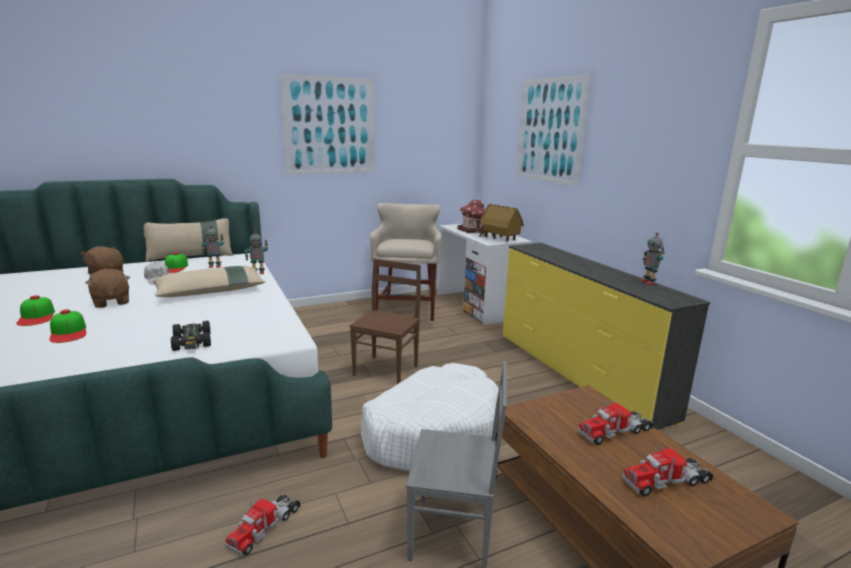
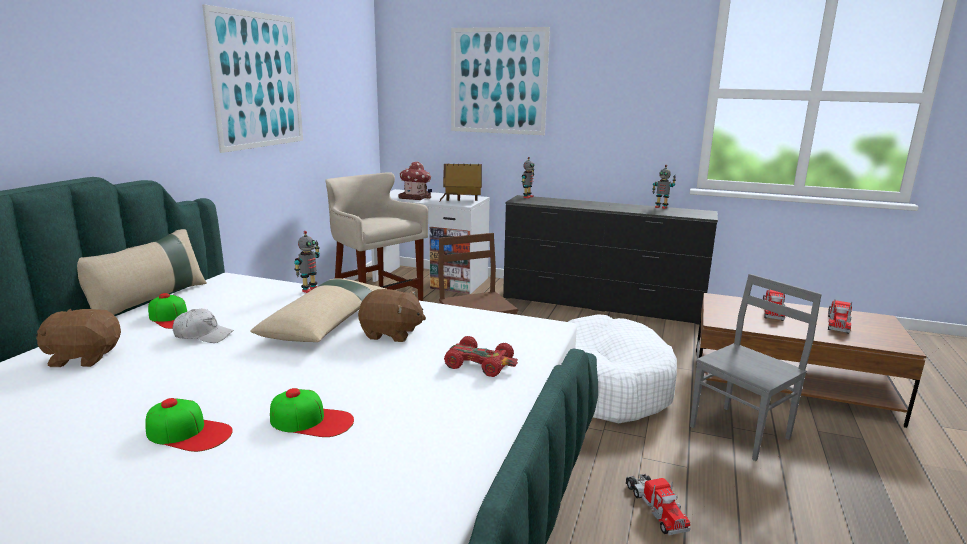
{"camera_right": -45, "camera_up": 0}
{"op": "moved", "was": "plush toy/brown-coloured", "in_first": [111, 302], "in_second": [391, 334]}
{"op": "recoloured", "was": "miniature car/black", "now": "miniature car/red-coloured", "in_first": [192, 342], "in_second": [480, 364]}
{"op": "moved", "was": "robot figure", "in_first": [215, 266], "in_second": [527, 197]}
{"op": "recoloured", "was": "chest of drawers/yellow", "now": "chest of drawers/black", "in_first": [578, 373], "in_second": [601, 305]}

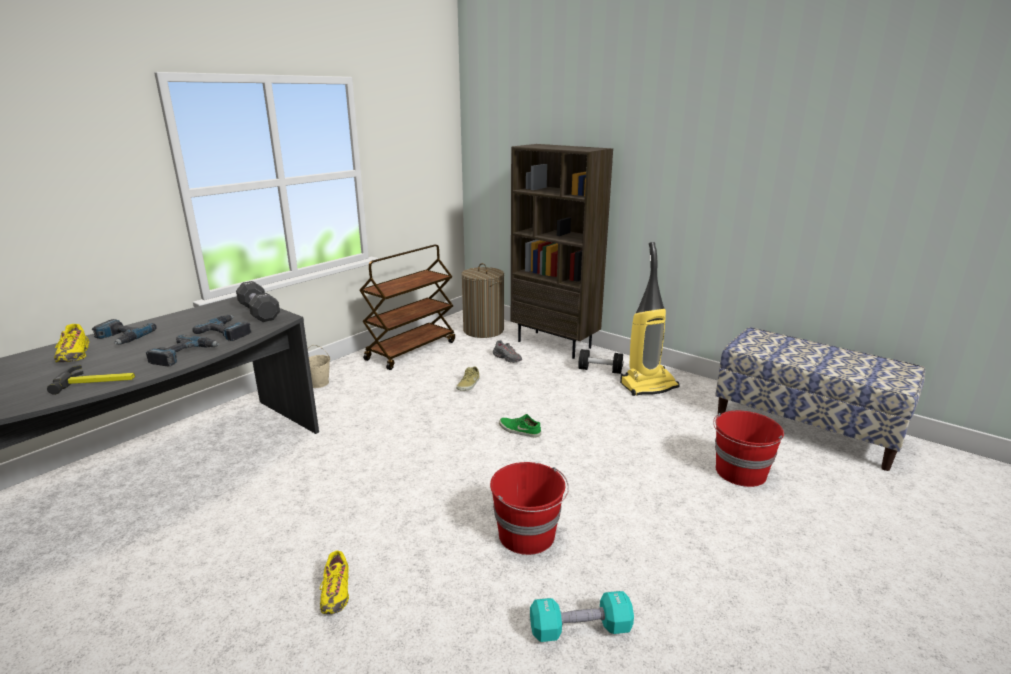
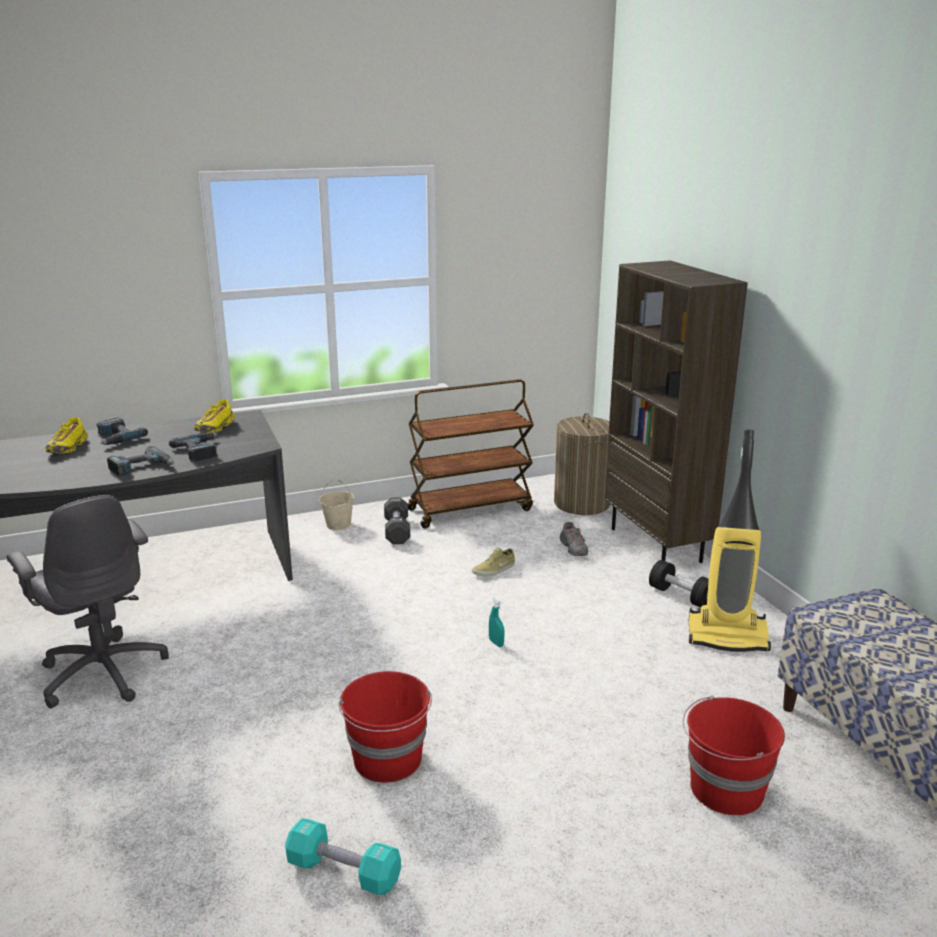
{"camera_right": 30, "camera_up": 0}
{"op": "removed", "was": "hammer", "in_first": [98, 382]}
{"op": "moved", "was": "hand weight/black", "in_first": [259, 312], "in_second": [397, 531]}
{"op": "moved", "was": "item of footwear/yellow", "in_first": [336, 592], "in_second": [215, 428]}
{"op": "replaced", "was": "item of footwear/green-coloured", "now": "sprayer/turquoise", "in_first": [519, 430], "in_second": [496, 643]}
{"op": "added", "now": "computer chair/grey", "in_second": [103, 672]}

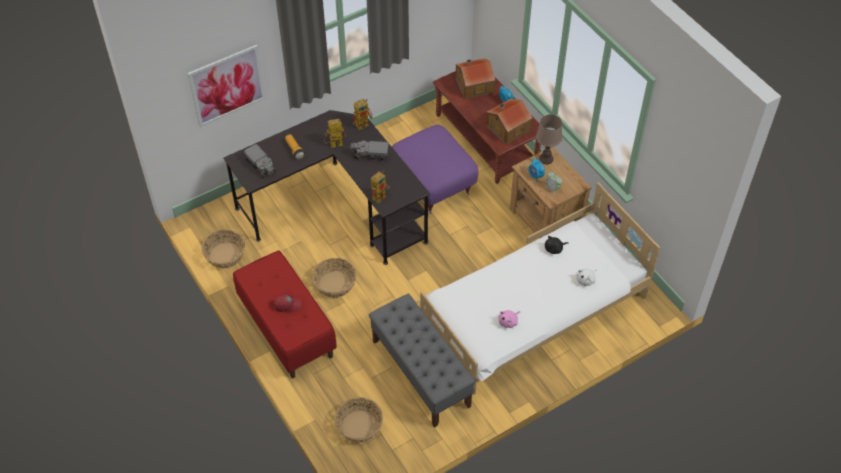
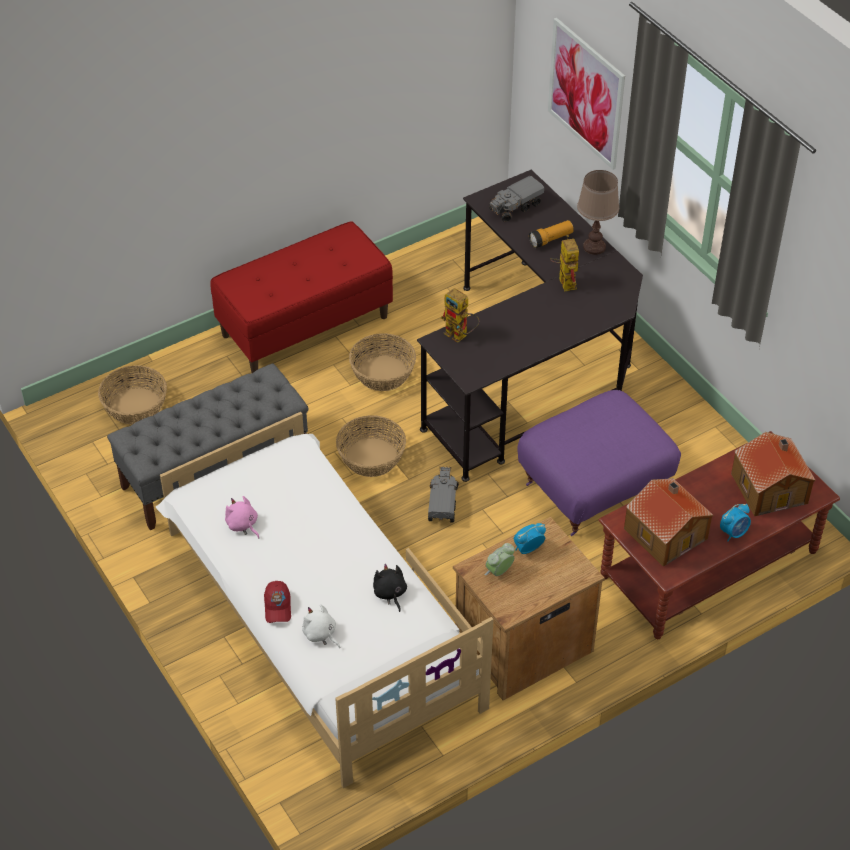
{"camera_right": 90, "camera_up": -5}
{"op": "moved", "was": "storage basket", "in_first": [225, 255], "in_second": [372, 457]}
{"op": "moved", "was": "baseball cap/red-coloured", "in_first": [288, 305], "in_second": [277, 607]}
{"op": "moved", "was": "model truck", "in_first": [370, 155], "in_second": [442, 504]}
{"op": "removed", "was": "robot figure", "in_first": [364, 123]}
{"op": "moved", "was": "tabletop lamp/brown-coloured", "in_first": [546, 159], "in_second": [594, 247]}

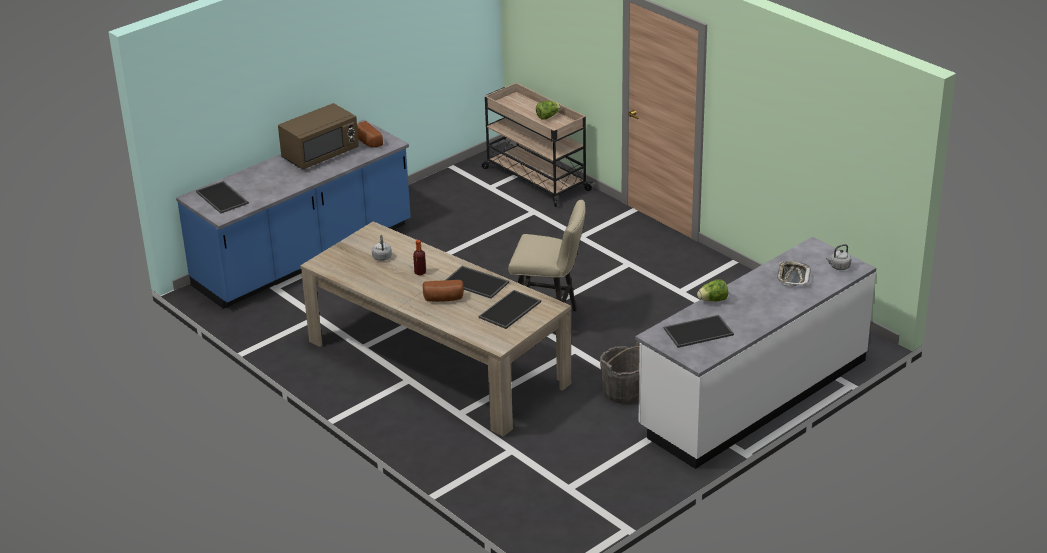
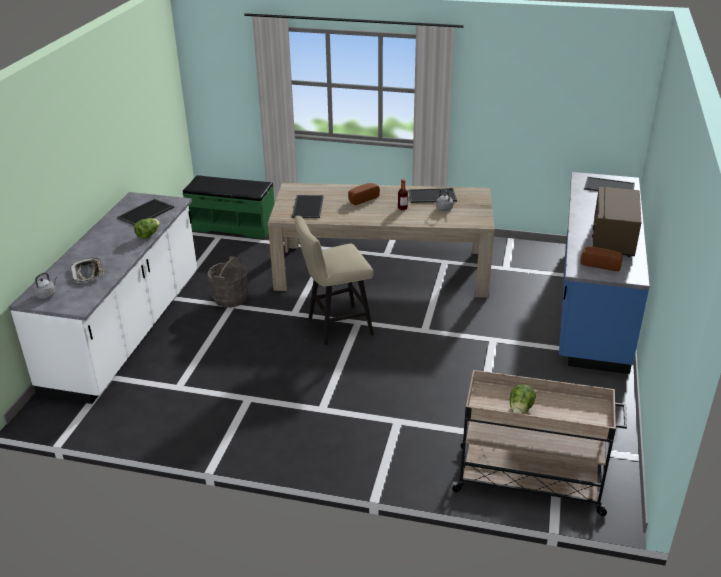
{"camera_right": 145, "camera_up": 0}
{"op": "moved", "was": "carrying tray", "in_first": [477, 282], "in_second": [431, 196]}
{"op": "added", "now": "bench/green-coloured", "in_second": [232, 225]}

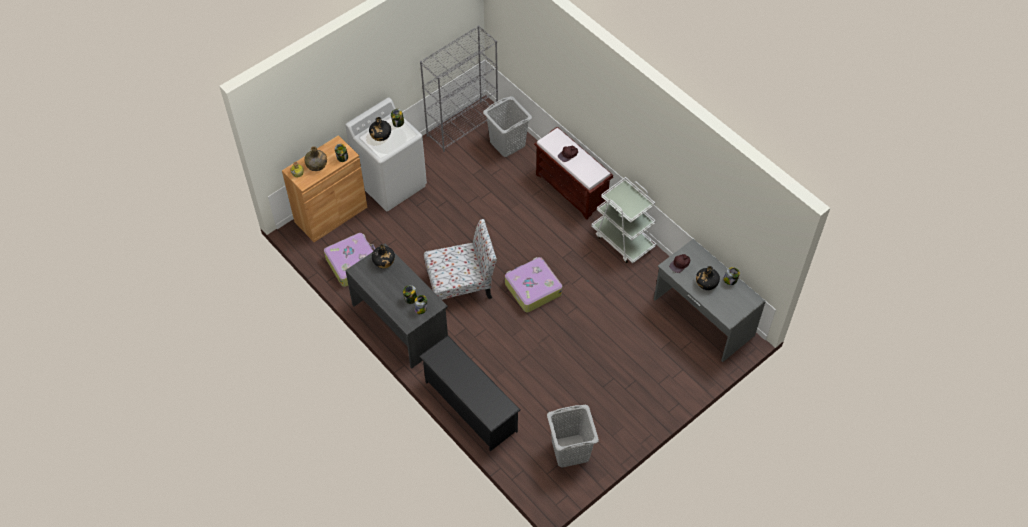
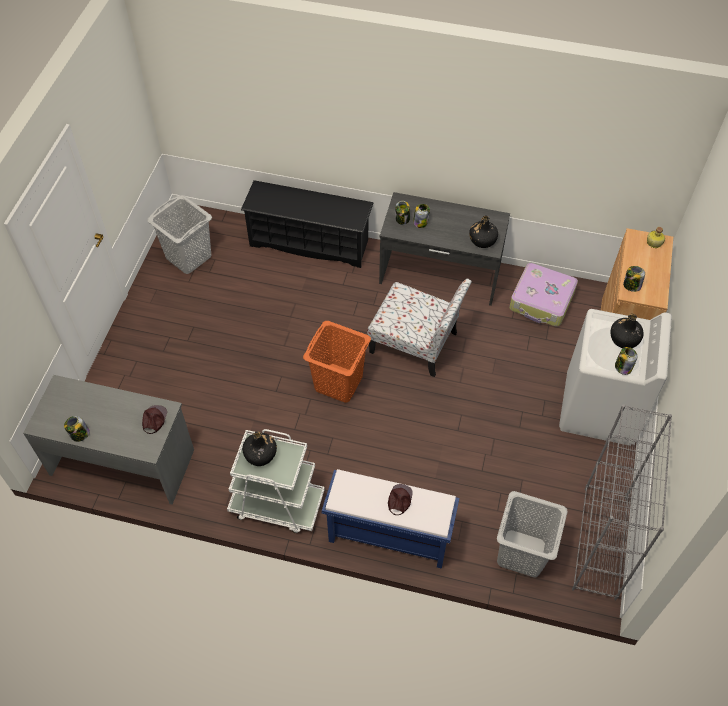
{"camera_right": 145, "camera_up": 0}
{"op": "removed", "was": "beverage bottle/green-coloured", "in_first": [316, 165]}
{"op": "turned", "was": "plain chair", "in_first": [461, 284], "in_second": [415, 343], "clockwise": -105}
{"op": "replaced", "was": "travel case", "now": "hamper/orange-coloured", "in_first": [532, 289], "in_second": [338, 382]}
{"op": "recoloured", "was": "bench/brown-coloured", "now": "bench/bluish", "in_first": [572, 190], "in_second": [388, 536]}
{"op": "moved", "was": "beverage bottle/black", "in_first": [706, 283], "in_second": [261, 454]}

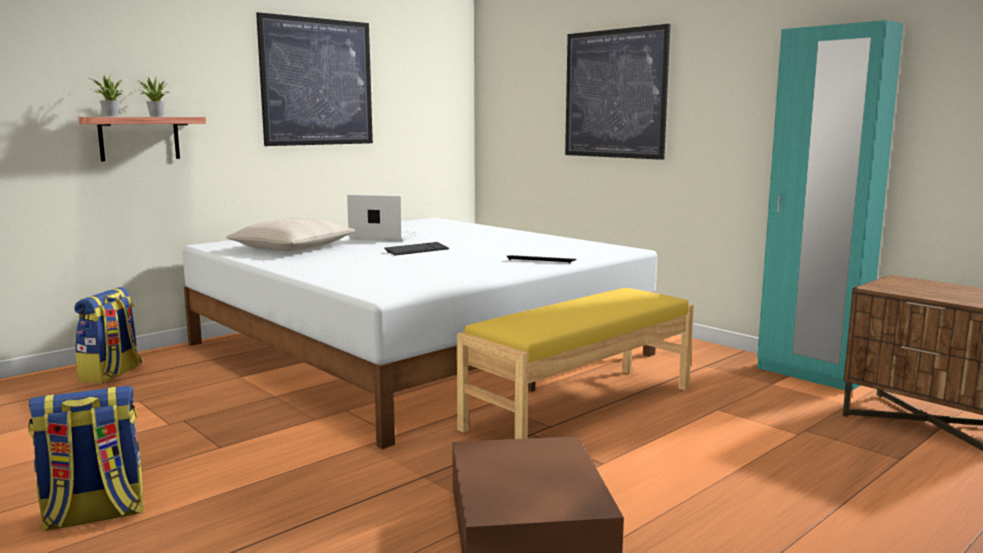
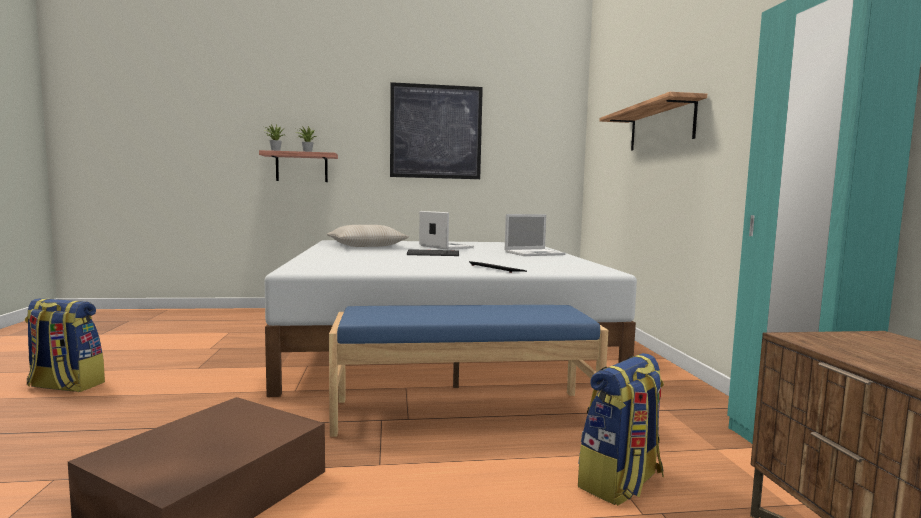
{"camera_right": 35, "camera_up": -5}
{"op": "moved", "was": "knapsack", "in_first": [111, 374], "in_second": [621, 483]}
{"op": "recoloured", "was": "bench/yellow", "now": "bench/bluish", "in_first": [580, 408], "in_second": [464, 411]}
{"op": "replaced", "was": "wall picture", "now": "shelf", "in_first": [615, 94], "in_second": [661, 126]}
{"op": "added", "now": "portable computer", "in_second": [535, 253]}

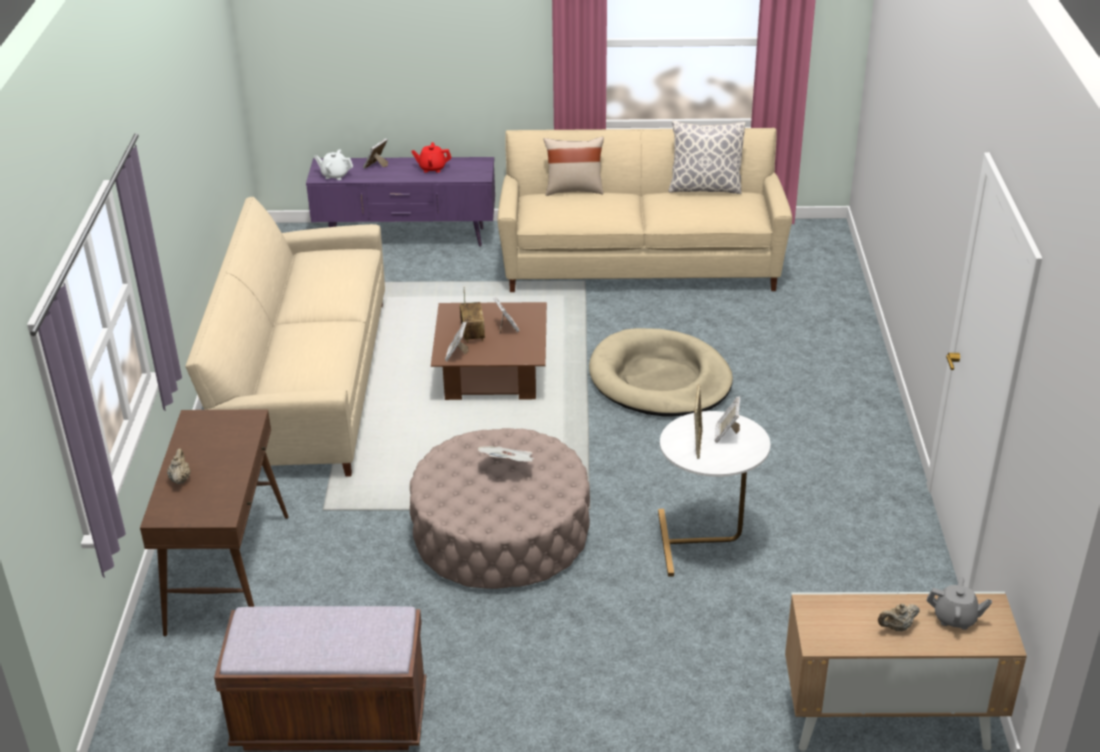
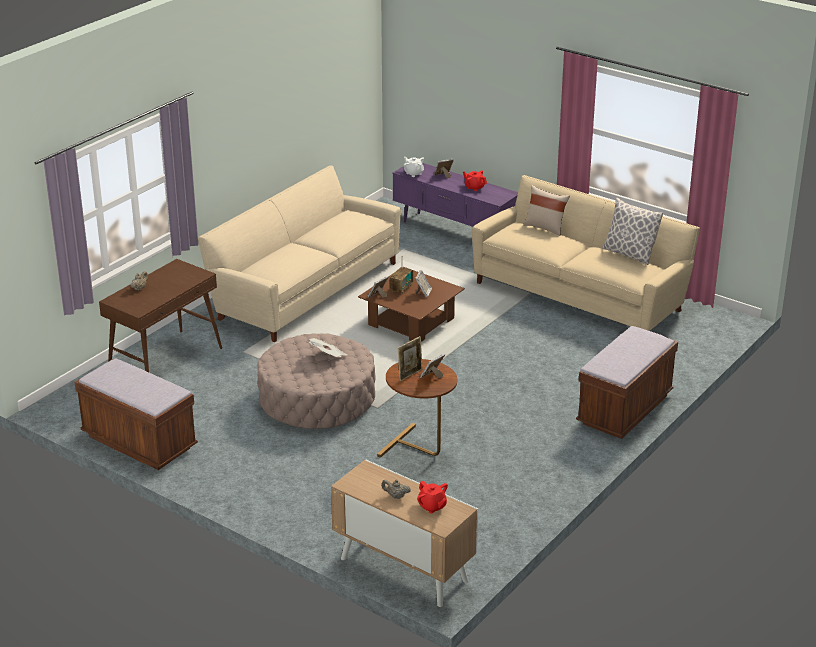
{"camera_right": 35, "camera_up": -5}
{"op": "removed", "was": "pet bed/sand-coloured", "in_first": [660, 379]}
{"op": "recoloured", "was": "side table/white-coloured", "now": "side table/brown-coloured", "in_first": [706, 542], "in_second": [419, 450]}
{"op": "recoloured", "was": "pot for tea/grey", "now": "pot for tea/red-coloured", "in_first": [955, 618], "in_second": [432, 506]}
{"op": "added", "now": "bench/brown-coloured", "in_second": [625, 409]}

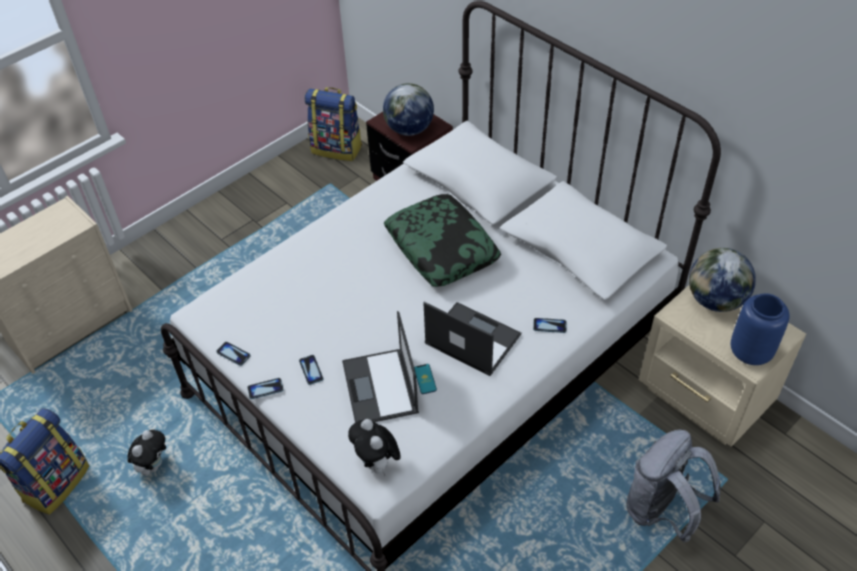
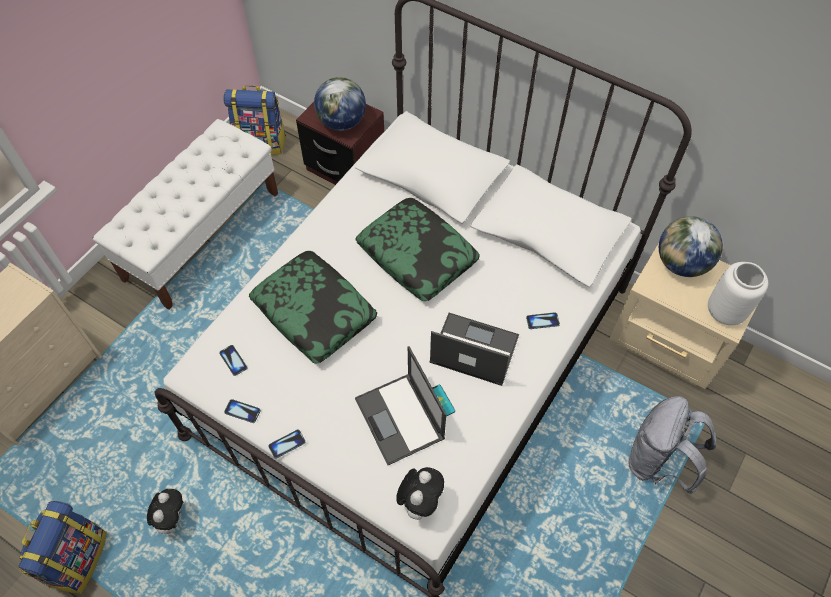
{"camera_right": -15, "camera_up": 10}
{"op": "moved", "was": "phone", "in_first": [311, 370], "in_second": [233, 360]}
{"op": "turned", "was": "plush toy", "in_first": [377, 463], "in_second": [420, 501], "clockwise": -120}
{"op": "recoloured", "was": "flower vase/bluish", "now": "flower vase/white-coloured", "in_first": [751, 353], "in_second": [726, 312]}
{"op": "added", "now": "bench/white-coloured", "in_second": [203, 235]}
{"op": "added", "now": "throw pillow", "in_second": [314, 312]}

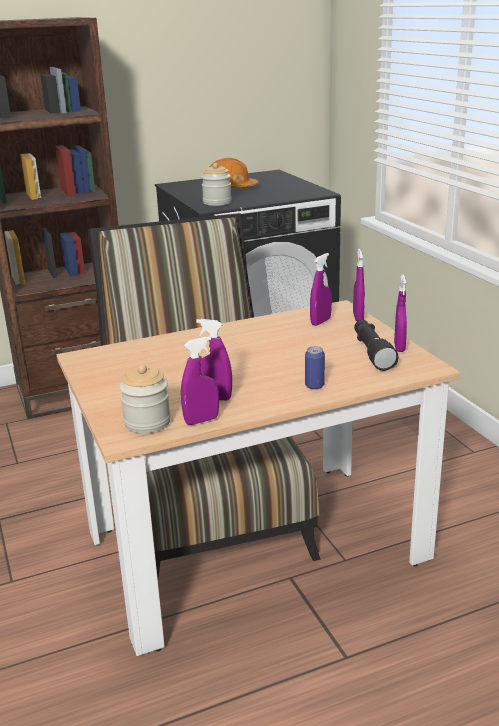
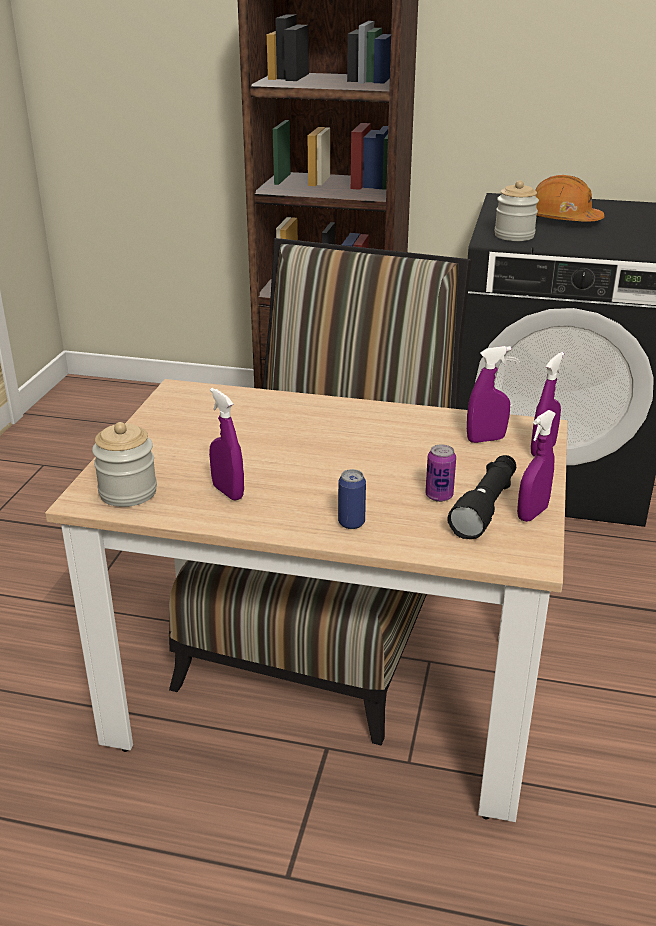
{"camera_right": 35, "camera_up": 5}
{"op": "removed", "was": "sprayer/purple-coloured", "in_first": [201, 420]}
{"op": "added", "now": "can", "in_second": [439, 496]}

